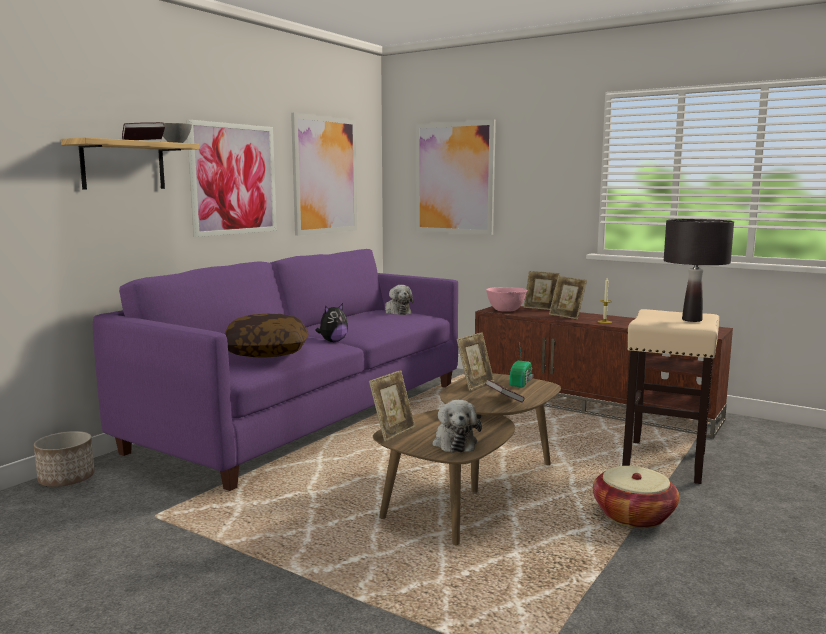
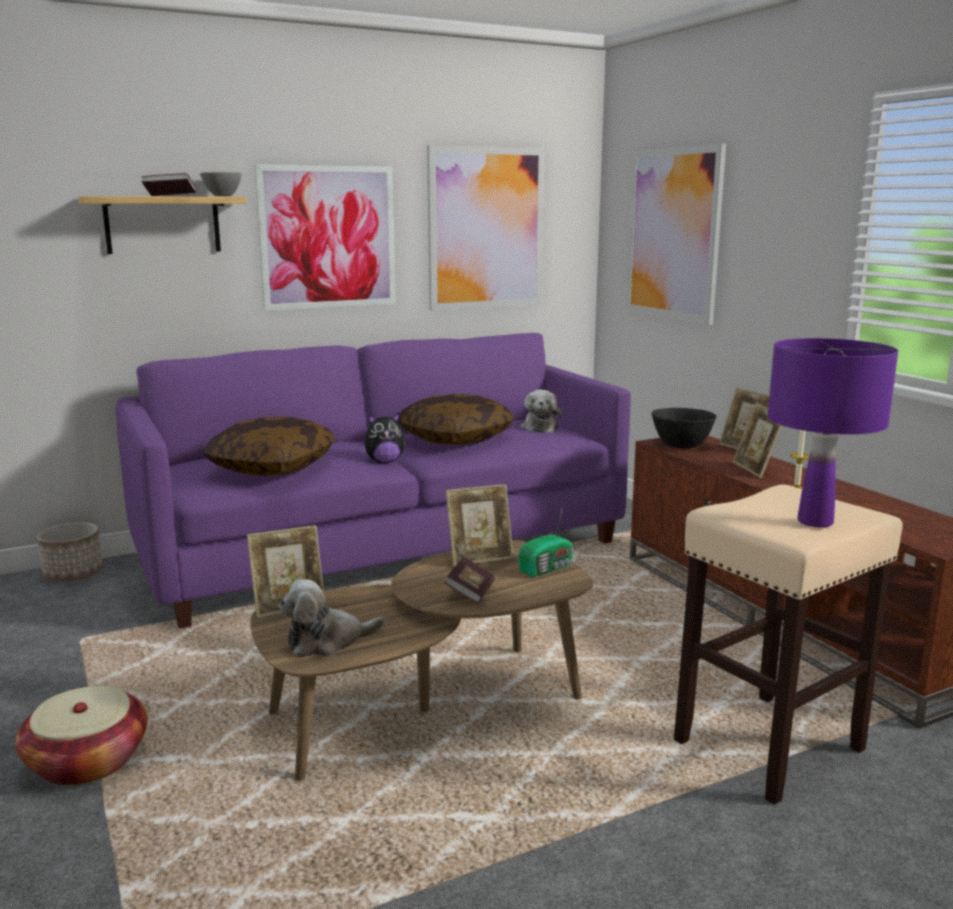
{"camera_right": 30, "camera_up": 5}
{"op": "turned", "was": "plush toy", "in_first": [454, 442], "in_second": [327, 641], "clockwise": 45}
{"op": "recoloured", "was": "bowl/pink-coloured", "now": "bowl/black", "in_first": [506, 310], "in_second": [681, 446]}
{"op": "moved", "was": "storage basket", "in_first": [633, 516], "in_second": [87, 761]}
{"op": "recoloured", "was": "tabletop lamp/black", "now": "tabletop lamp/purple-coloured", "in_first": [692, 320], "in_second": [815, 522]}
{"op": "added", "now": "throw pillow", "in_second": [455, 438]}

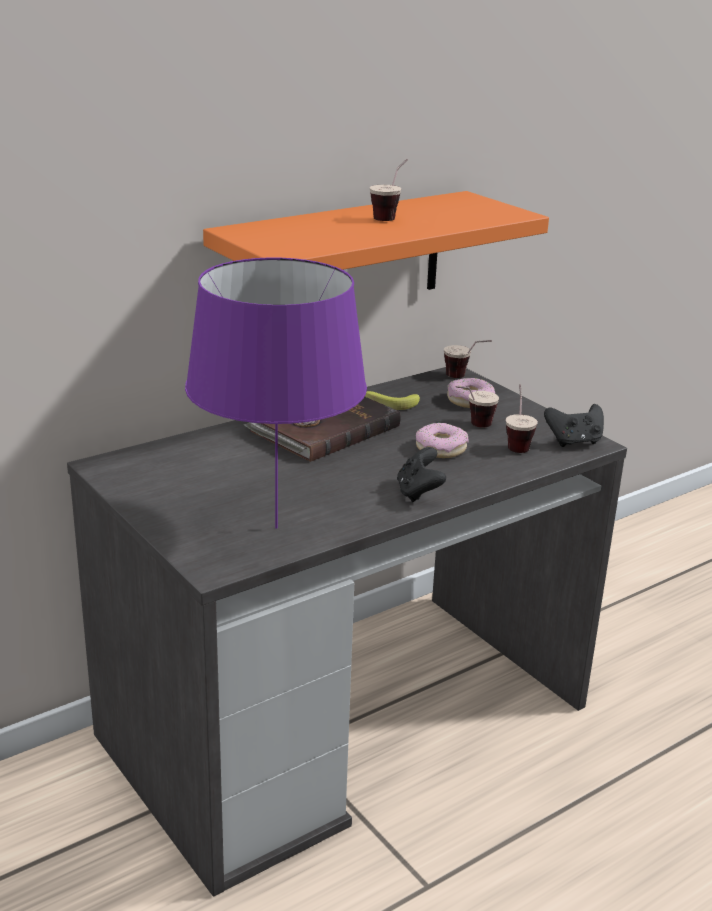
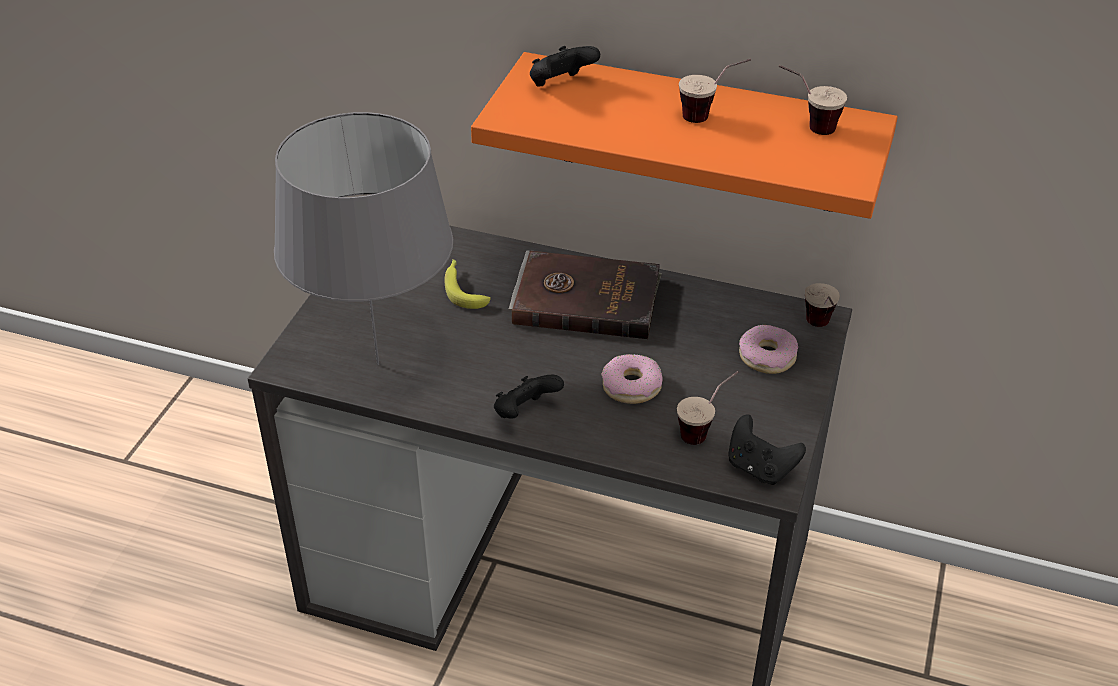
{"camera_right": 55, "camera_up": 15}
{"op": "recoloured", "was": "tabletop lamp/purple-coloured", "now": "tabletop lamp/grey", "in_first": [276, 527], "in_second": [378, 363]}
{"op": "moved", "was": "banana fruit", "in_first": [385, 403], "in_second": [463, 288]}
{"op": "moved", "was": "cup", "in_first": [472, 427], "in_second": [806, 126]}
{"op": "added", "now": "joypad/black", "in_second": [560, 85]}

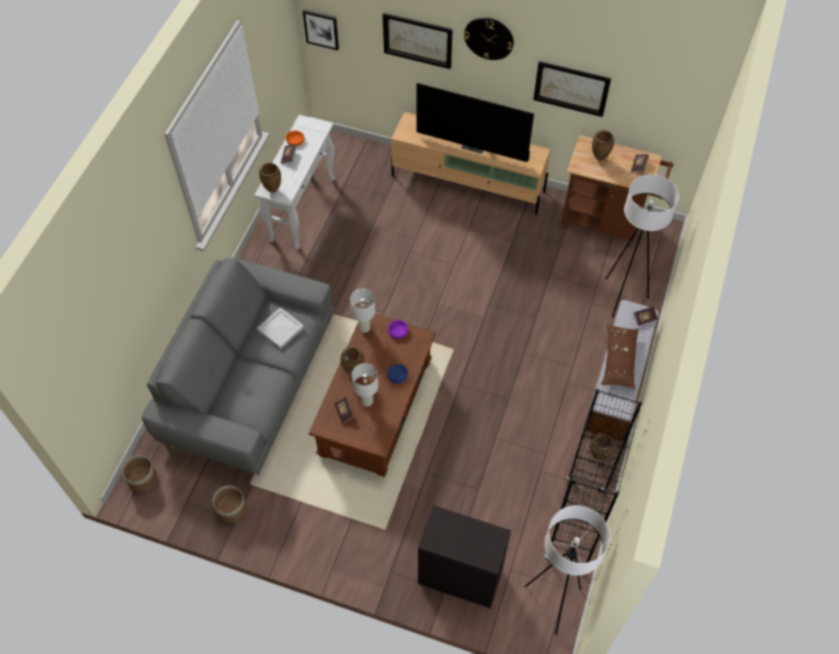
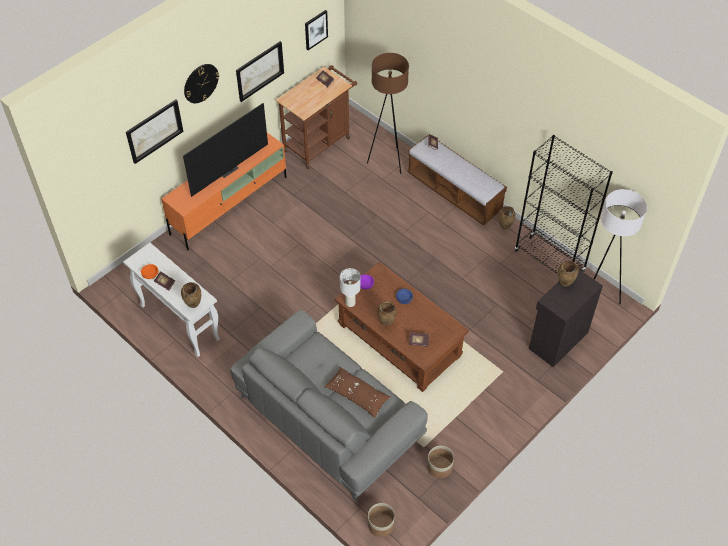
{"camera_right": -65, "camera_up": -5}
{"op": "removed", "was": "carrying tray/white-coloured", "in_first": [280, 329]}
{"op": "moved", "was": "wall picture", "in_first": [321, 29], "in_second": [315, 29]}
{"op": "removed", "was": "tabletop lamp/white-coloured", "in_first": [366, 401]}
{"op": "recoloured", "was": "tv stand/sand-coloured", "now": "tv stand/orange-coloured", "in_first": [468, 184], "in_second": [230, 205]}
{"op": "moved", "was": "flower vase/brown-coloured", "in_first": [599, 158], "in_second": [564, 285]}
{"op": "moved", "was": "throw pillow/brown-coloured", "in_first": [619, 360], "in_second": [357, 395]}
{"op": "recoloured", "was": "standing lamp/white-coloured", "now": "standing lamp/brown-coloured", "in_first": [621, 297], "in_second": [387, 161]}

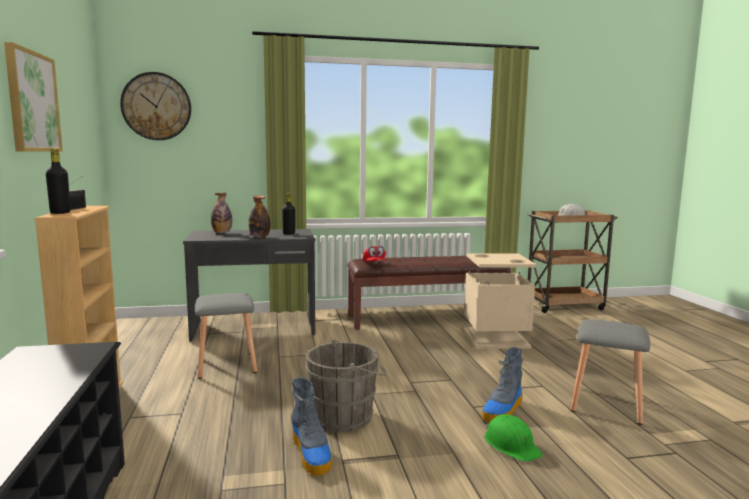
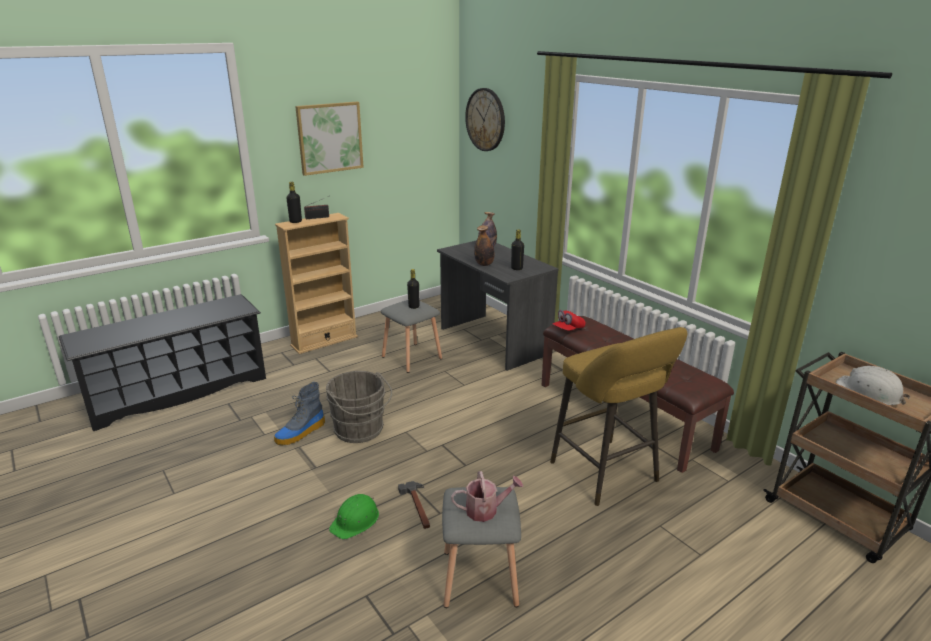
{"camera_right": 65, "camera_up": 15}
{"op": "replaced", "was": "waste bin/sand-coloured", "now": "stool seat/yellow", "in_first": [496, 339], "in_second": [607, 475]}
{"op": "replaced", "was": "high-top boot", "now": "hammer", "in_first": [503, 410], "in_second": [418, 507]}
{"op": "added", "now": "beverage bottle/black", "in_second": [414, 306]}
{"op": "added", "now": "watering pot", "in_second": [486, 510]}

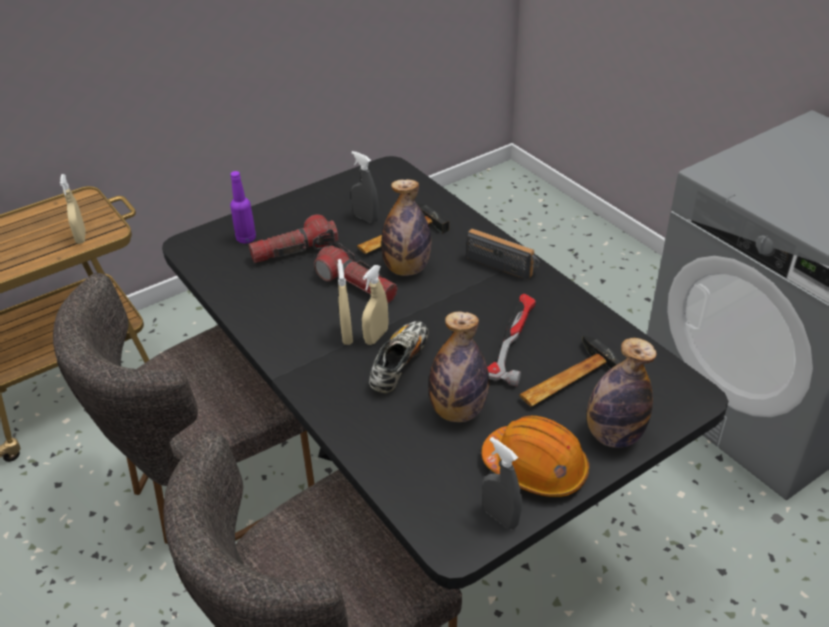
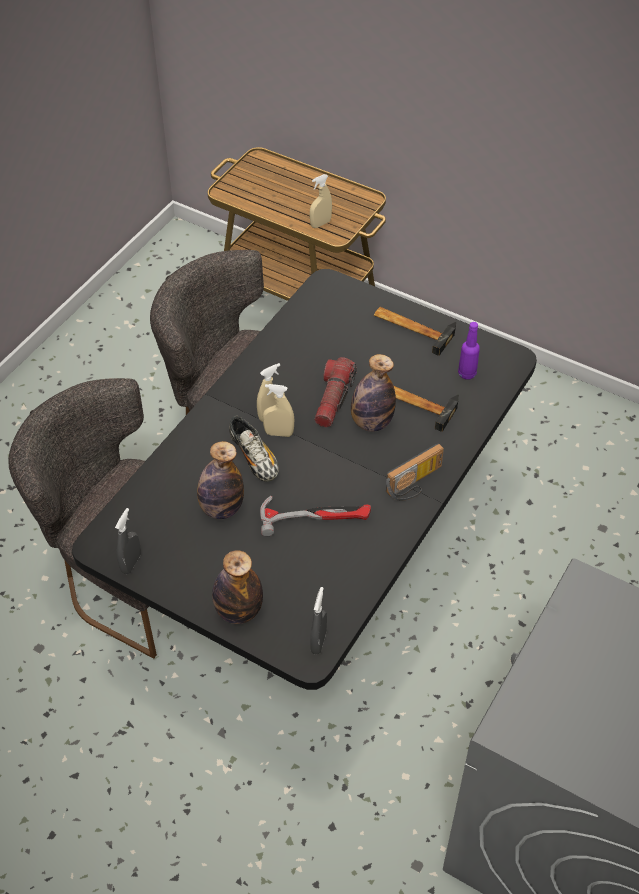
{"camera_right": 65, "camera_up": 10}
{"op": "moved", "was": "beverage bottle/purple-coloured", "in_first": [246, 238], "in_second": [467, 373]}
{"op": "removed", "was": "flashlight", "in_first": [295, 251]}
{"op": "moved", "was": "sprayer/grey", "in_first": [365, 218], "in_second": [318, 642]}
{"op": "turned", "was": "item of footwear", "in_first": [399, 364], "in_second": [254, 458], "clockwise": 60}
{"op": "turned", "was": "radio set", "in_first": [504, 264], "in_second": [416, 484], "clockwise": 45}
{"op": "removed", "was": "safety helmet/orange-coloured", "in_first": [535, 468]}
{"op": "moved", "was": "hammer", "in_first": [565, 379], "in_second": [413, 327]}

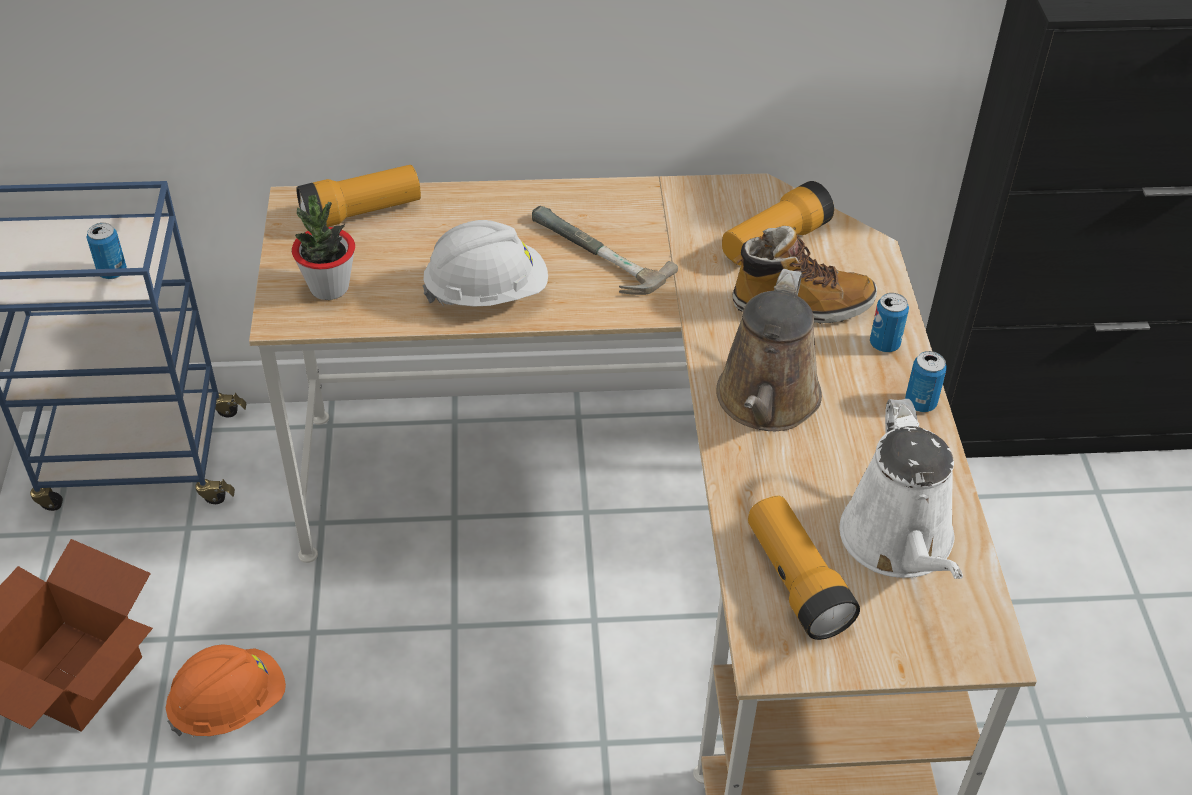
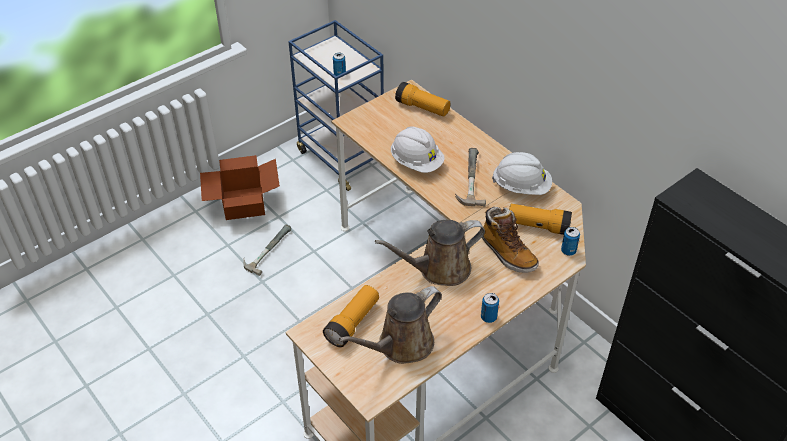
{"camera_right": 55, "camera_up": 0}
{"op": "replaced", "was": "safety helmet/orange-coloured", "now": "hammer", "in_first": [229, 705], "in_second": [266, 249]}
{"op": "removed", "was": "plant in a pot", "in_first": [329, 288]}
{"op": "recoloured", "was": "watering pot/white-coloured", "now": "watering pot/brown-coloured", "in_first": [899, 544], "in_second": [401, 345]}
{"op": "moved", "was": "can", "in_first": [884, 344], "in_second": [568, 251]}
{"op": "added", "now": "safety helmet/white-coloured", "in_second": [521, 187]}

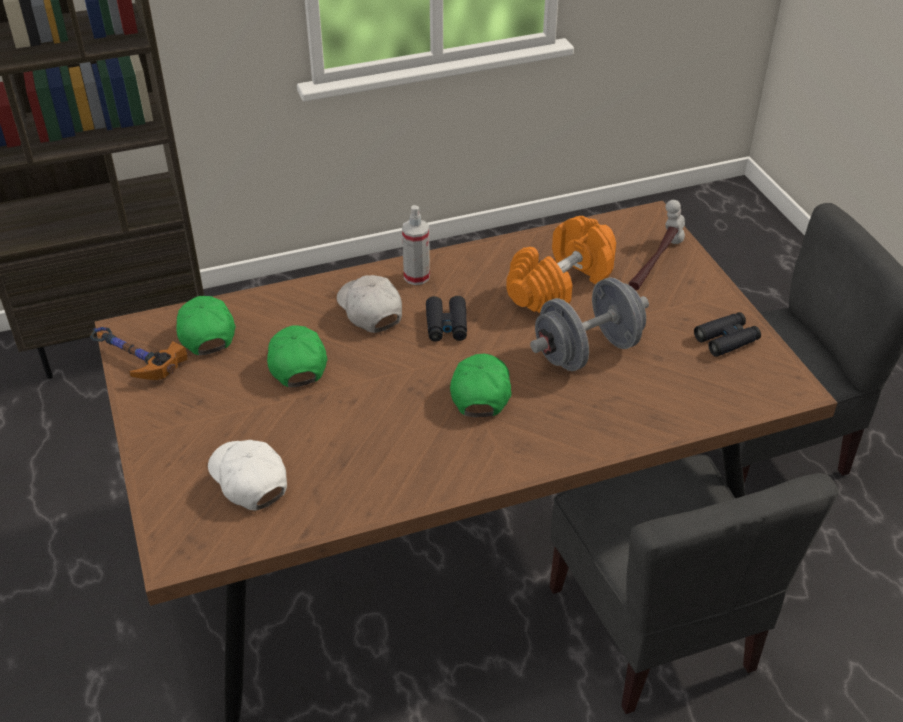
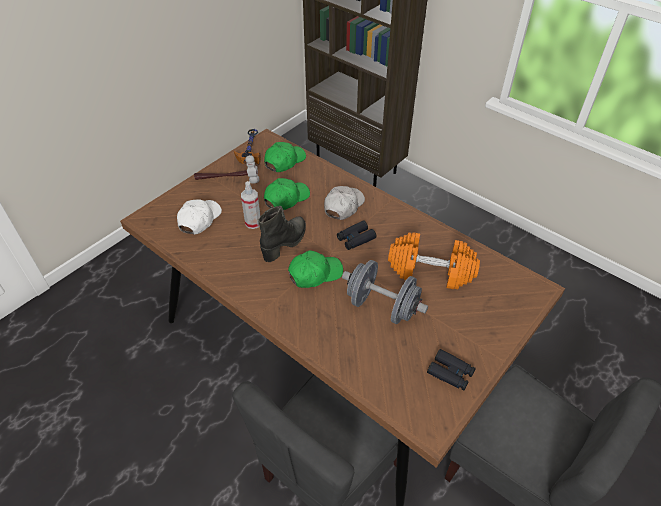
{"camera_right": 60, "camera_up": 5}
{"op": "moved", "was": "sprayer", "in_first": [416, 277], "in_second": [253, 223]}
{"op": "moved", "was": "hammer", "in_first": [655, 263], "in_second": [227, 180]}
{"op": "added", "now": "high-top boot/black", "in_second": [285, 243]}

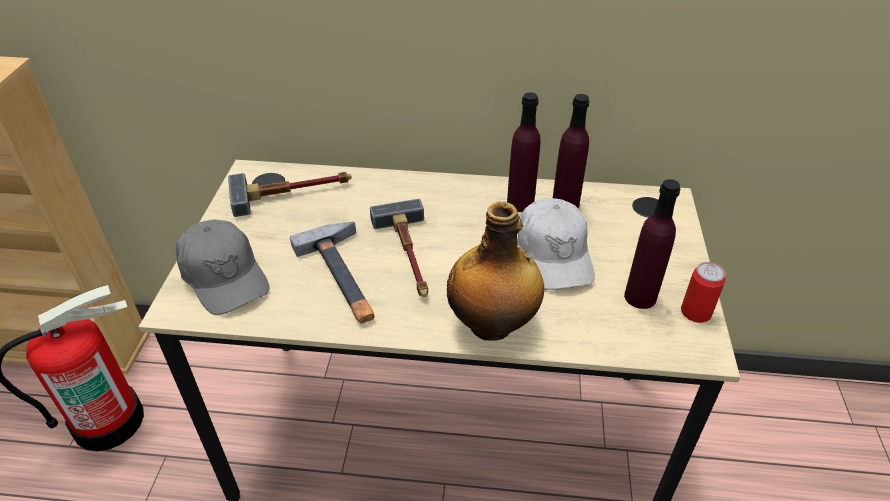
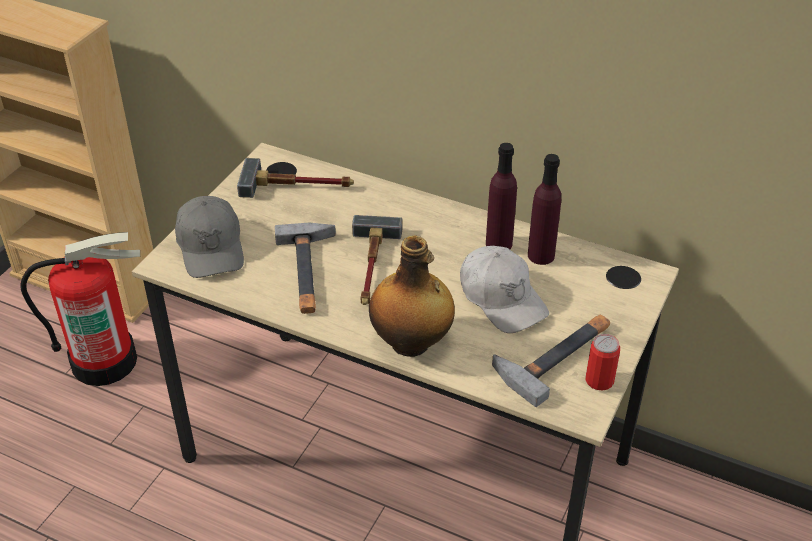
{"camera_right": 20, "camera_up": 0}
{"op": "turned", "was": "baseball cap/white-coloured", "in_first": [554, 254], "in_second": [502, 298], "clockwise": -45}
{"op": "replaced", "was": "beverage bottle/purple-coloured", "now": "hammer", "in_first": [640, 297], "in_second": [556, 354]}

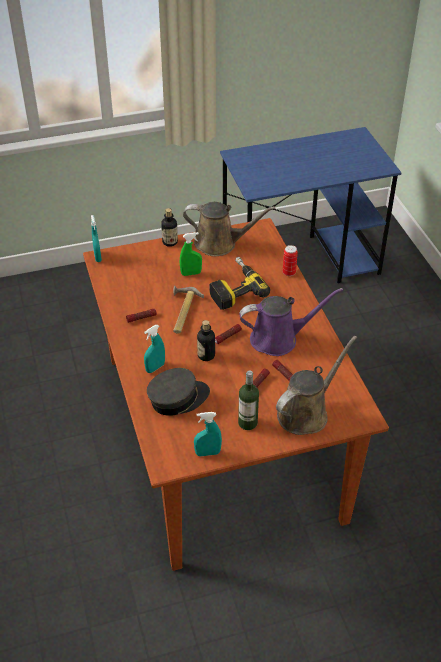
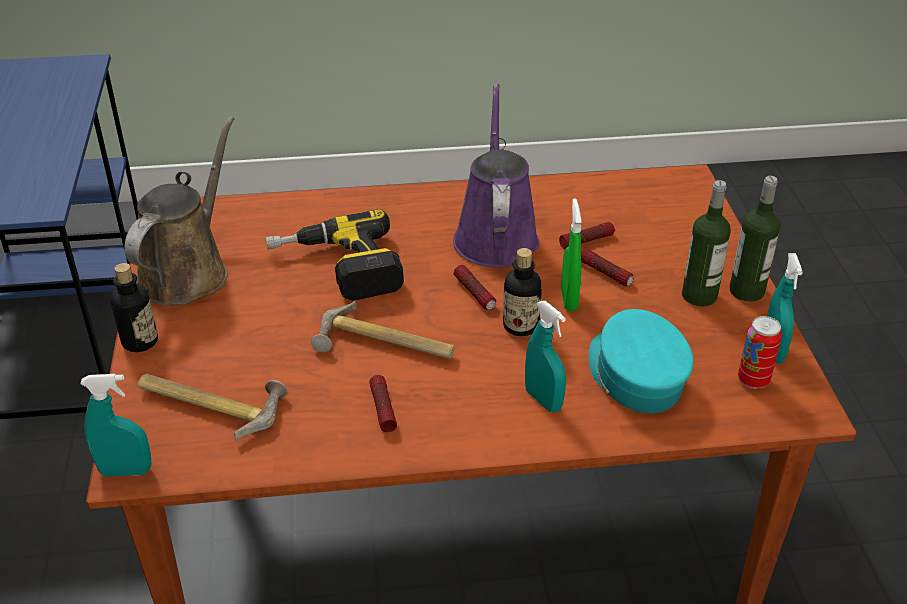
{"camera_right": -80, "camera_up": -5}
{"op": "recoloured", "was": "baseball cap/grey", "now": "baseball cap/turquoise", "in_first": [178, 399], "in_second": [635, 375]}
{"op": "moved", "was": "sprayer/green-coloured", "in_first": [191, 273], "in_second": [569, 299]}
{"op": "removed", "was": "watering pot/brown-coloured", "in_first": [306, 413]}
{"op": "moved", "was": "can", "in_first": [289, 272], "in_second": [753, 380]}
{"op": "added", "now": "hammer", "in_second": [211, 402]}
{"op": "added", "now": "beverage bottle", "in_second": [746, 291]}

